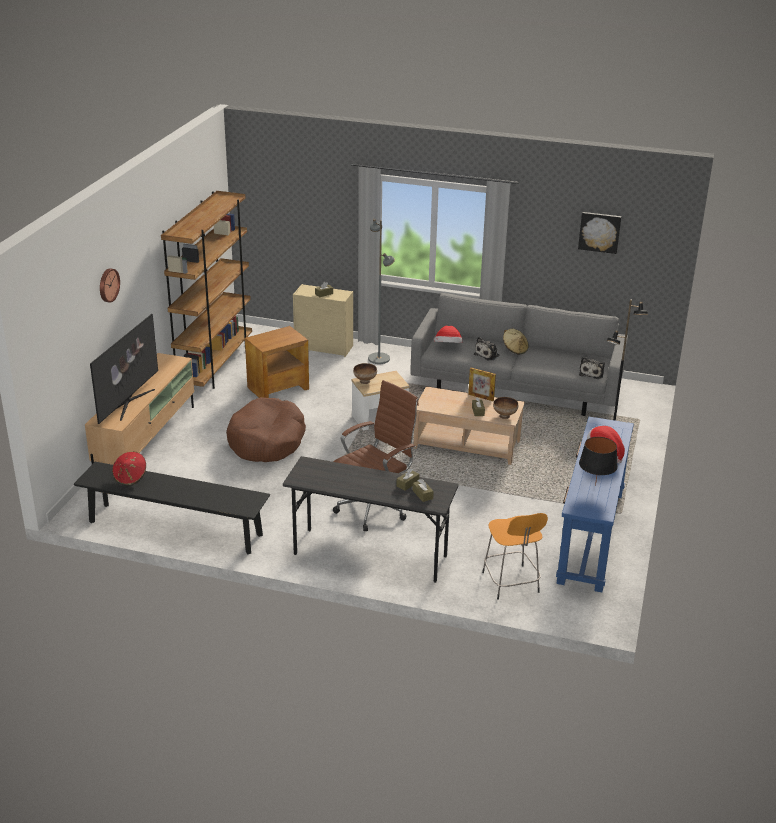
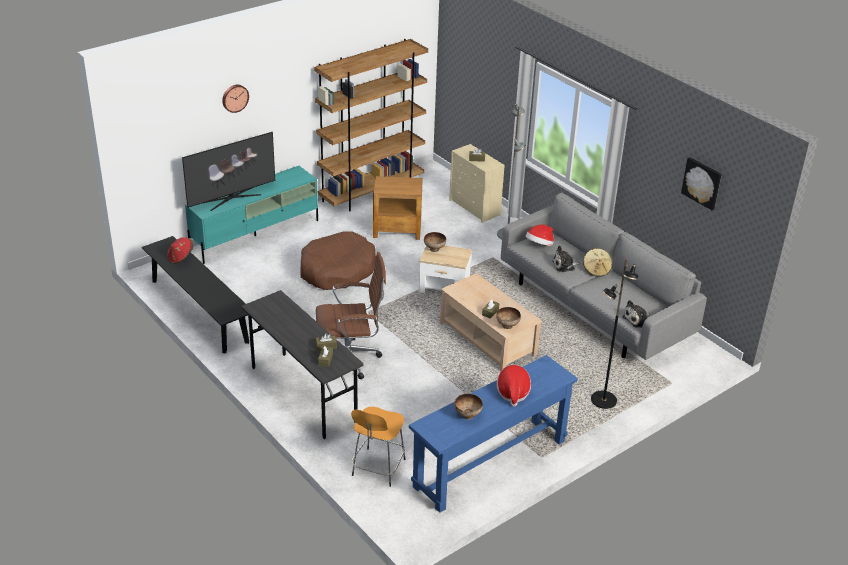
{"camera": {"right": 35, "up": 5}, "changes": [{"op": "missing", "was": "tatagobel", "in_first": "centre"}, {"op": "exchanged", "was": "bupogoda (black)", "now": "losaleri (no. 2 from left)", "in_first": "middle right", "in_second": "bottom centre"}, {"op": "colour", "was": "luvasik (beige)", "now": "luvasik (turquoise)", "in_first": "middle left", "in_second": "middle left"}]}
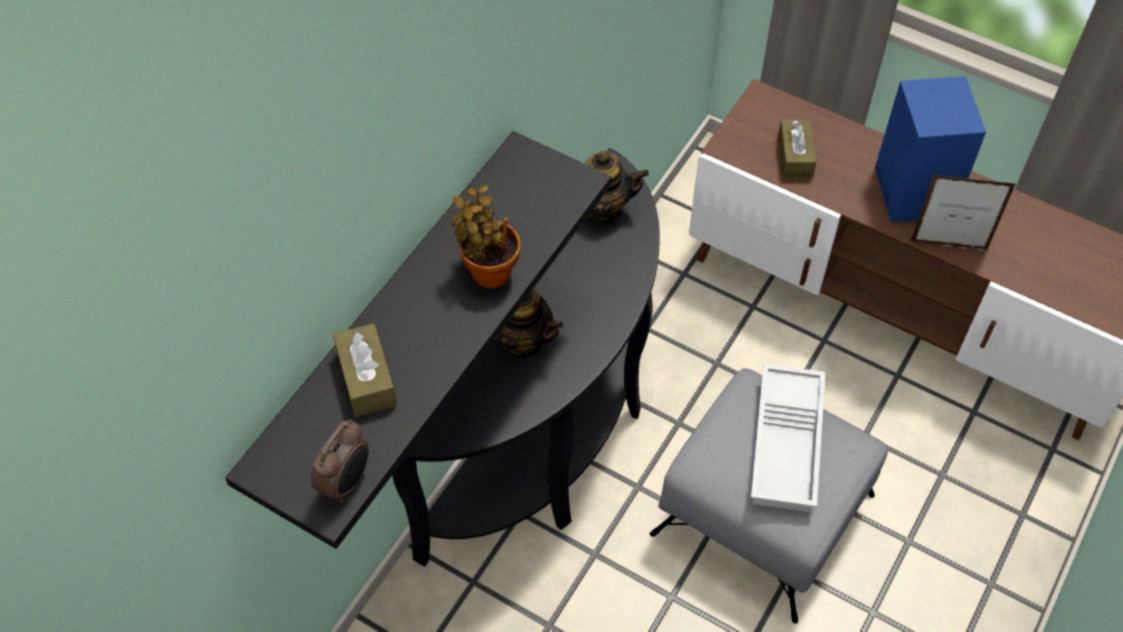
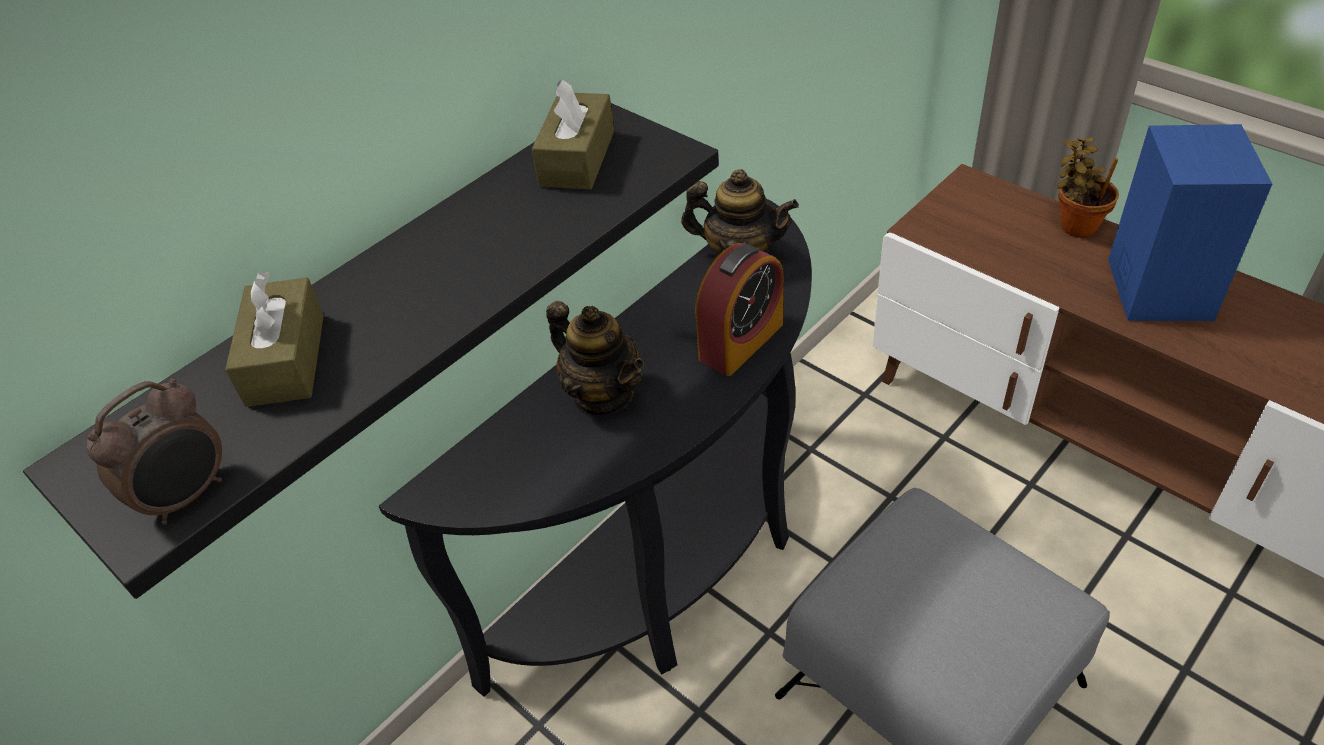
{"camera": {"right": 15, "up": -10}, "changes": [{"op": "missing", "was": "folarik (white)", "in_first": "bottom right"}, {"op": "missing", "was": "tatagobel", "in_first": "middle right"}, {"op": "appeared", "now": "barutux (no. 2 from left)", "in_second": "centre"}, {"op": "relocated", "was": "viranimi", "in_first": "centre", "in_second": "top right"}, {"op": "relocated", "was": "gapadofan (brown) (no. 2 from left)", "in_first": "top right", "in_second": "top centre"}]}
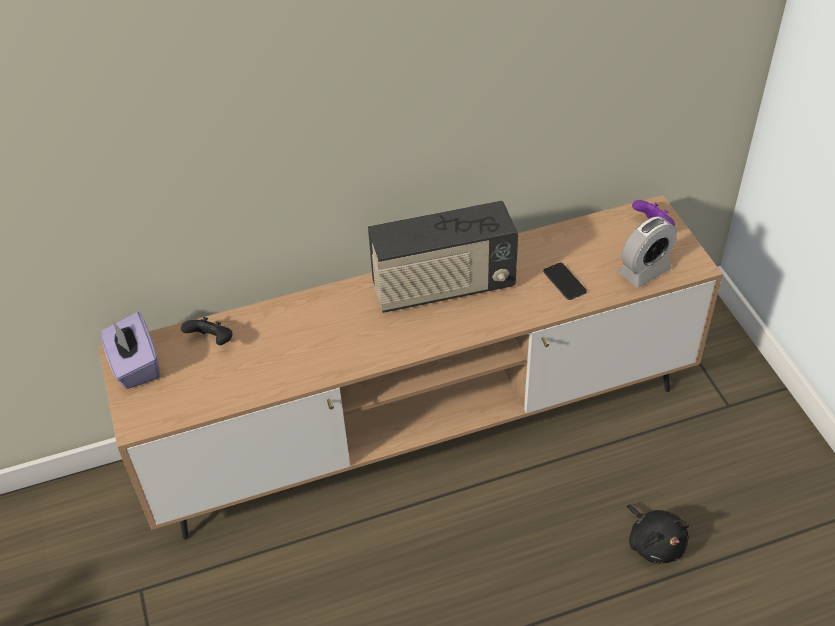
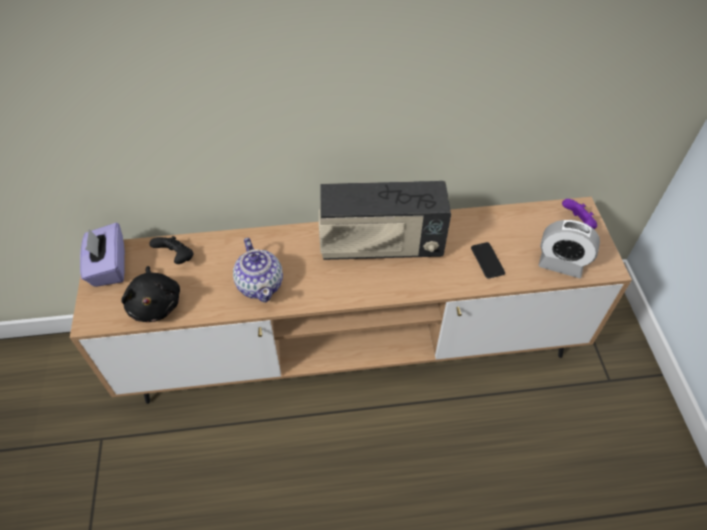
{"camera": {"right": 10, "up": 5}, "changes": [{"op": "appeared", "now": "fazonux", "in_second": "centre"}, {"op": "relocated", "was": "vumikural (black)", "in_first": "bottom right", "in_second": "middle left"}, {"op": "spun", "was": "barutux", "in_first": "middle right", "in_second": "middle right", "clockwise": 45}]}
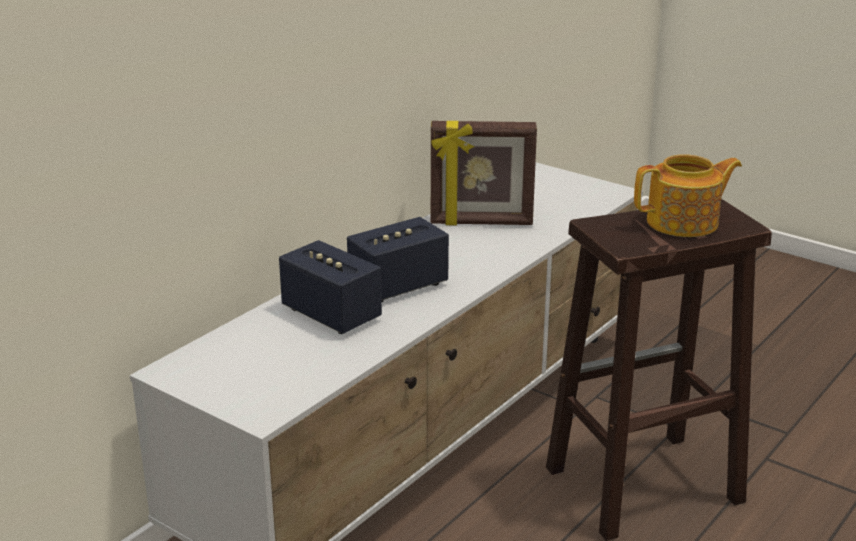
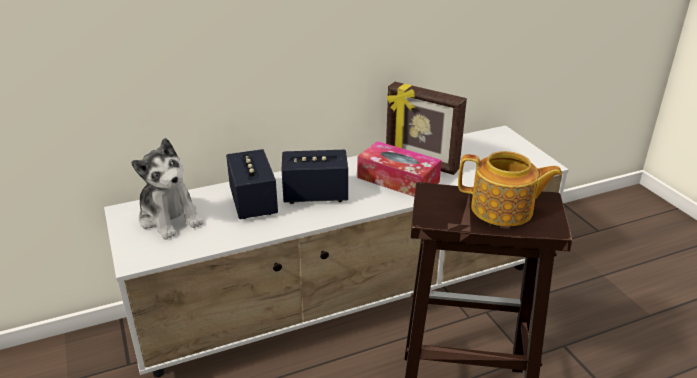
{"camera": {"right": 30, "up": 5}, "changes": [{"op": "appeared", "now": "vumikural", "in_second": "middle left"}, {"op": "appeared", "now": "gapadofan", "in_second": "centre"}]}
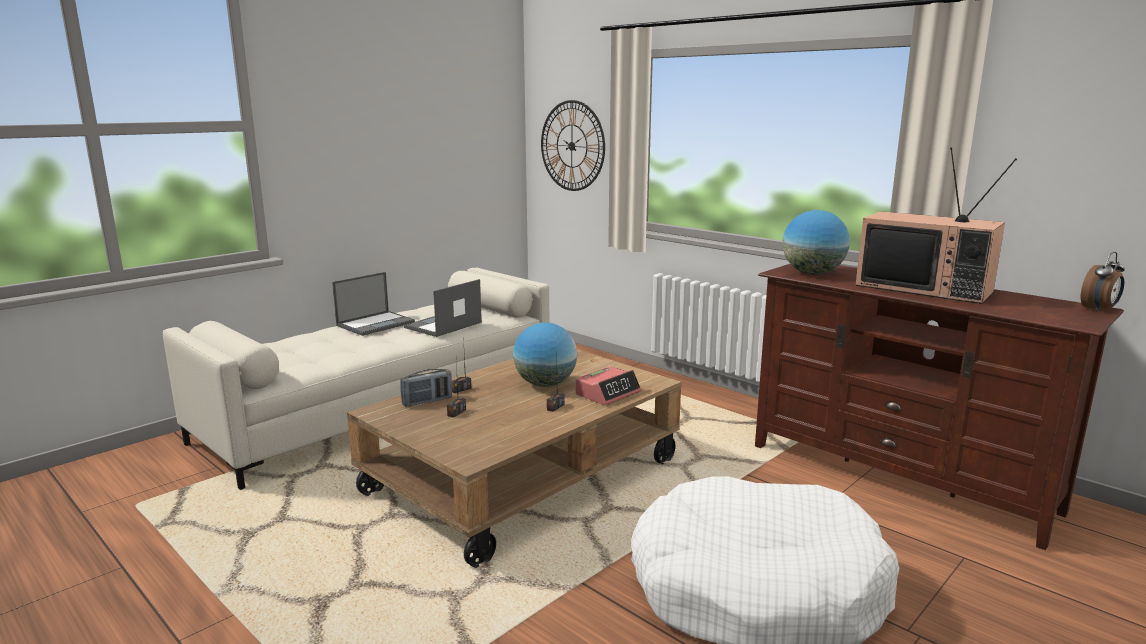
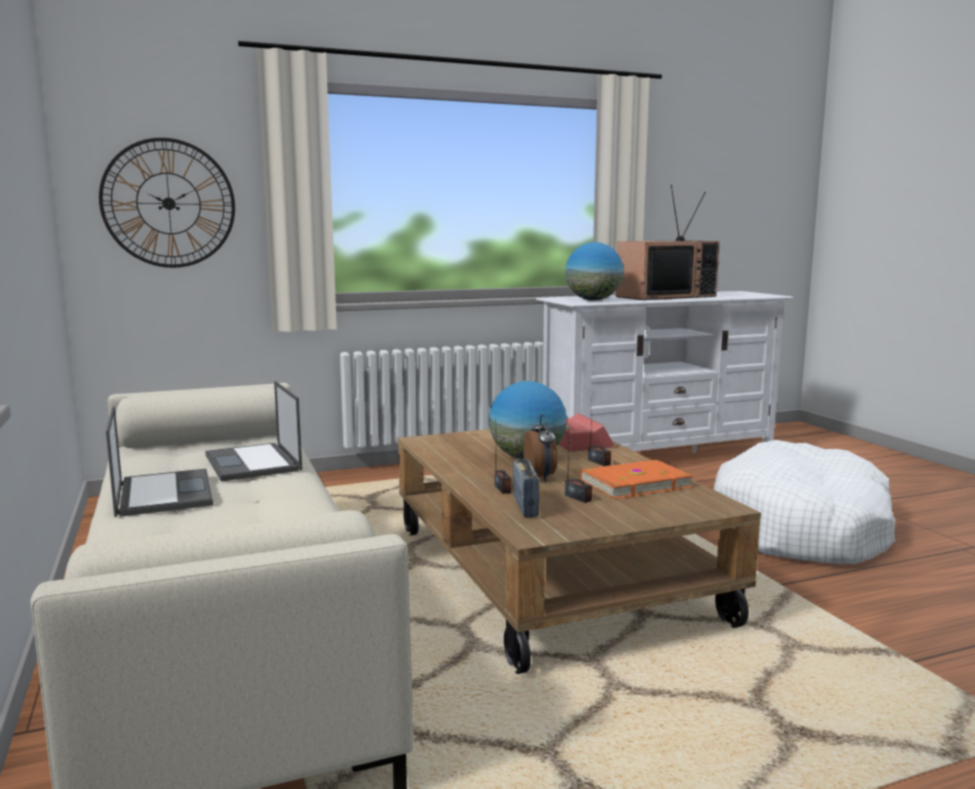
{"camera": {"right": -65, "up": -5}, "changes": [{"op": "appeared", "now": "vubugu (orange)", "in_second": "centre"}, {"op": "relocated", "was": "barutux (no. 2 from left in the first image)", "now": "barutux (no. 1 from left)", "in_first": "middle right", "in_second": "centre"}, {"op": "colour", "was": "luvasik (brown)", "now": "luvasik (white)", "in_first": "middle right", "in_second": "middle right"}]}
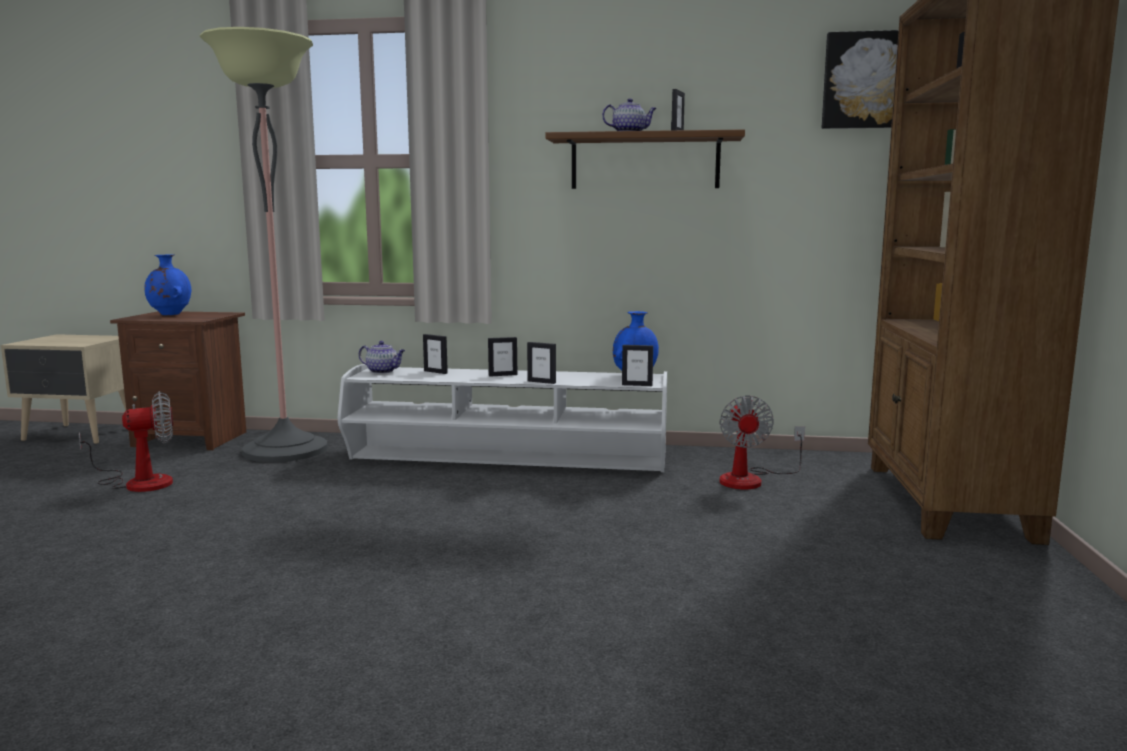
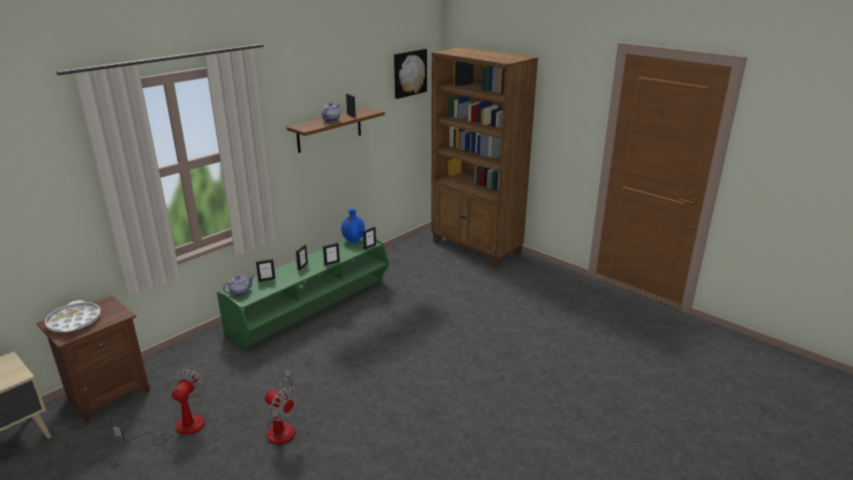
{"camera": {"right": -55, "up": 15}, "changes": [{"op": "missing", "was": "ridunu", "in_first": "top left"}, {"op": "relocated", "was": "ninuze (no. 2 from left)", "in_first": "middle right", "in_second": "bottom left"}, {"op": "exchanged", "was": "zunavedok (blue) (no. 1 from left)", "now": "folarik (white)", "in_first": "middle left", "in_second": "middle left"}, {"op": "colour", "was": "luvasik (white)", "now": "luvasik (green)", "in_first": "centre", "in_second": "centre"}]}
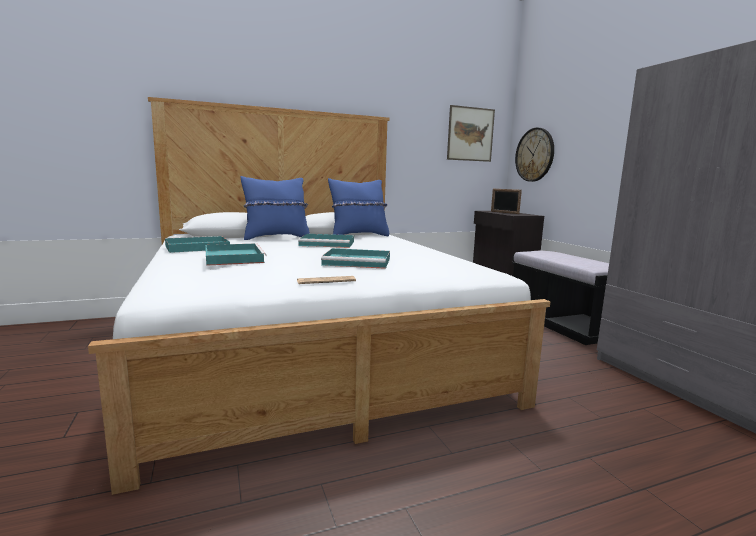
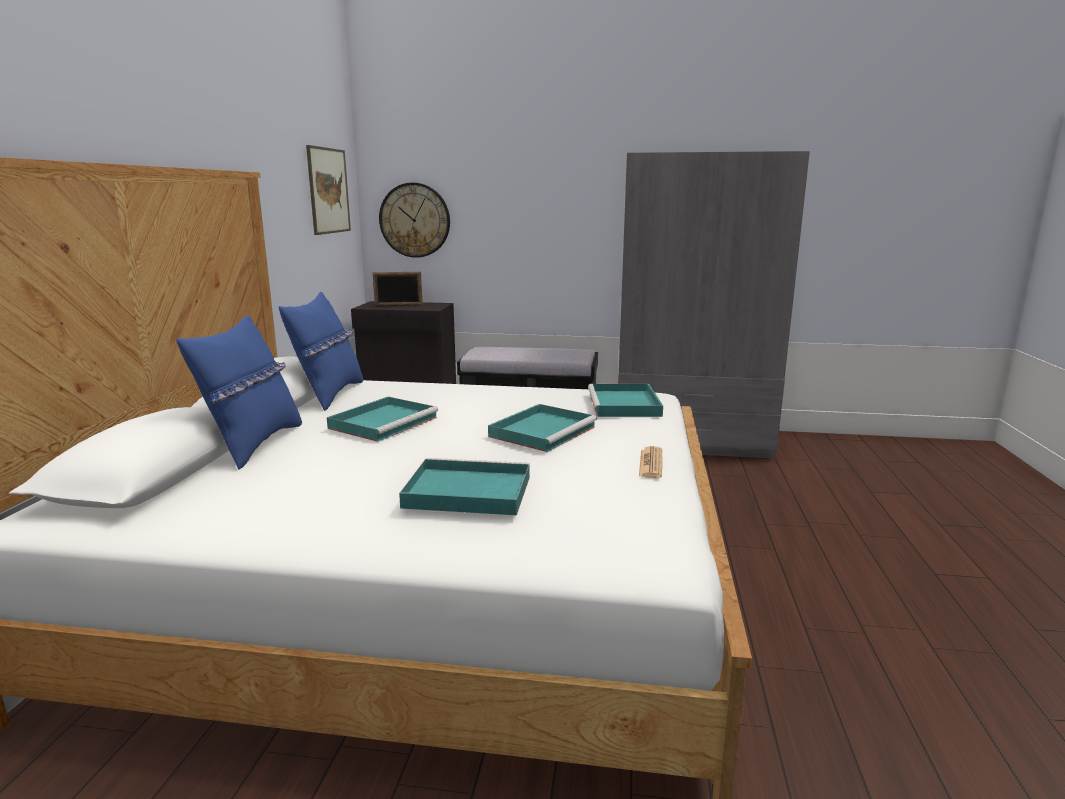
{"camera": {"right": -60, "up": 5}, "changes": [{"op": "relocated", "was": "folarik (turquoise) (no. 1 from left in the first image)", "now": "folarik (turquoise) (no. 4 from left)", "in_first": "middle left", "in_second": "centre"}]}
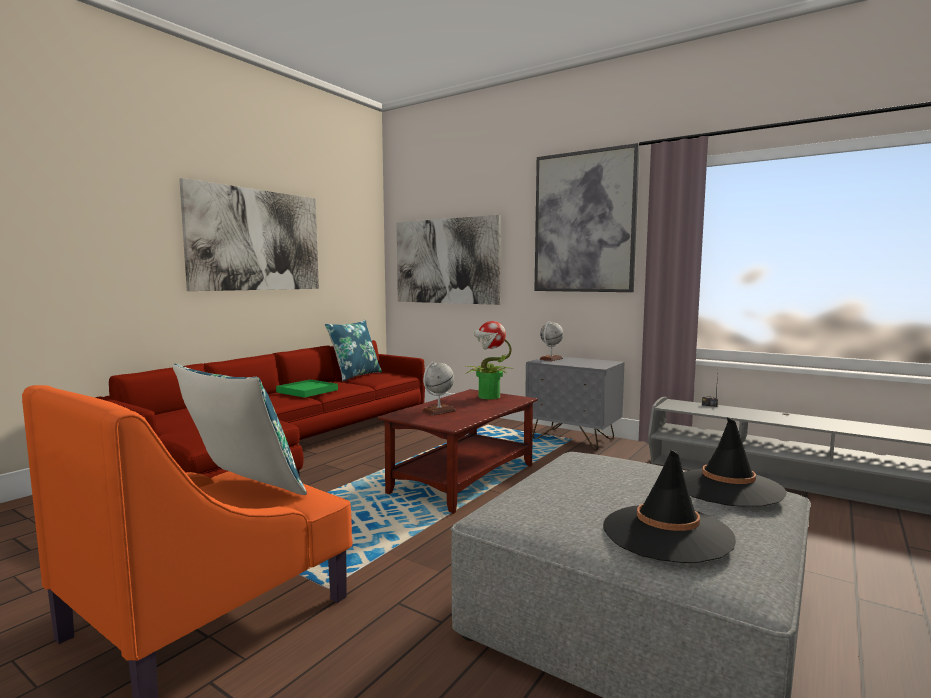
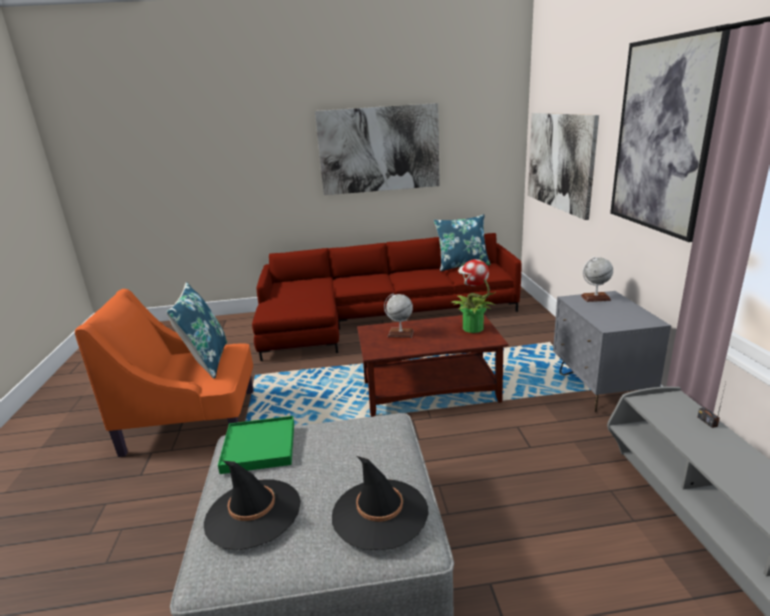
{"camera": {"right": 50, "up": 15}, "changes": [{"op": "relocated", "was": "folarik (green)", "in_first": "middle left", "in_second": "bottom left"}]}
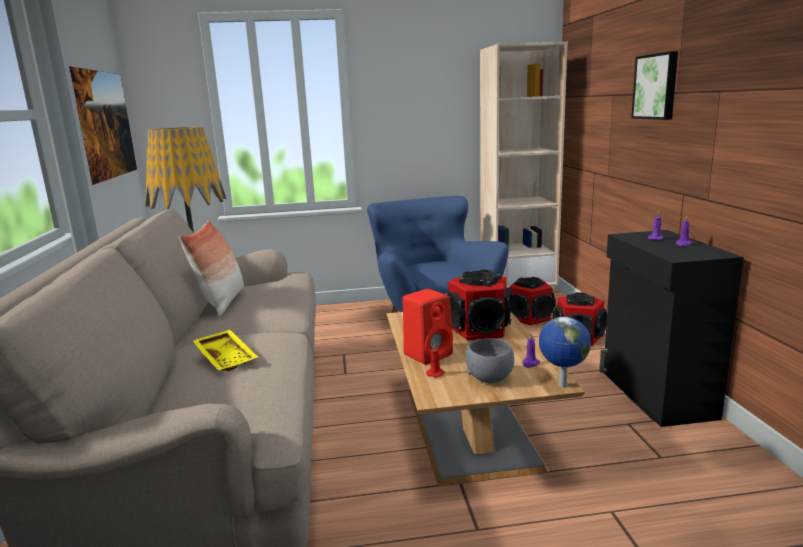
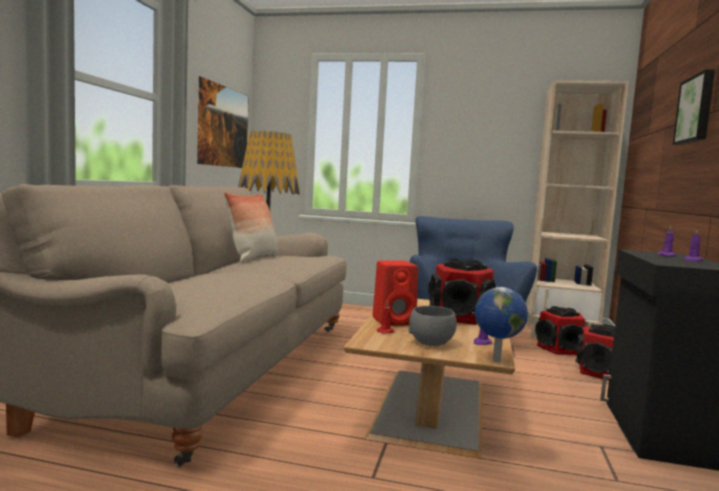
{"camera": {"right": 20, "up": -10}, "changes": [{"op": "missing", "was": "folarik (yellow)", "in_first": "middle left"}]}
